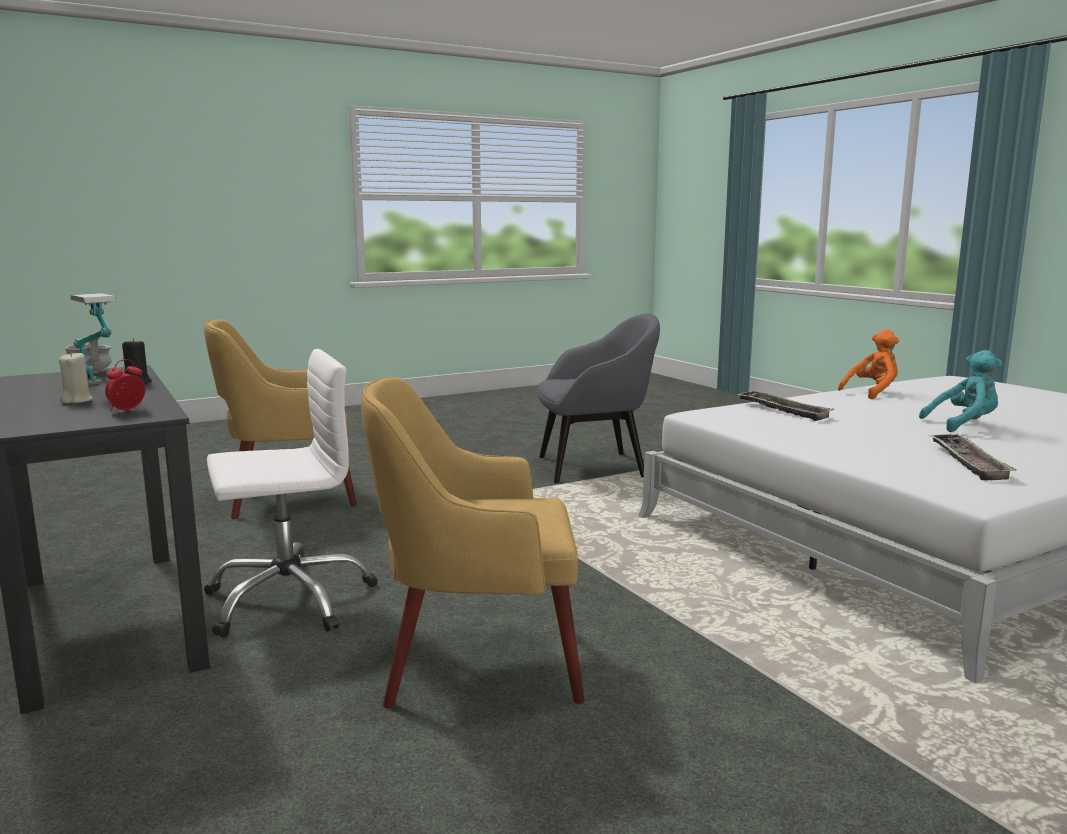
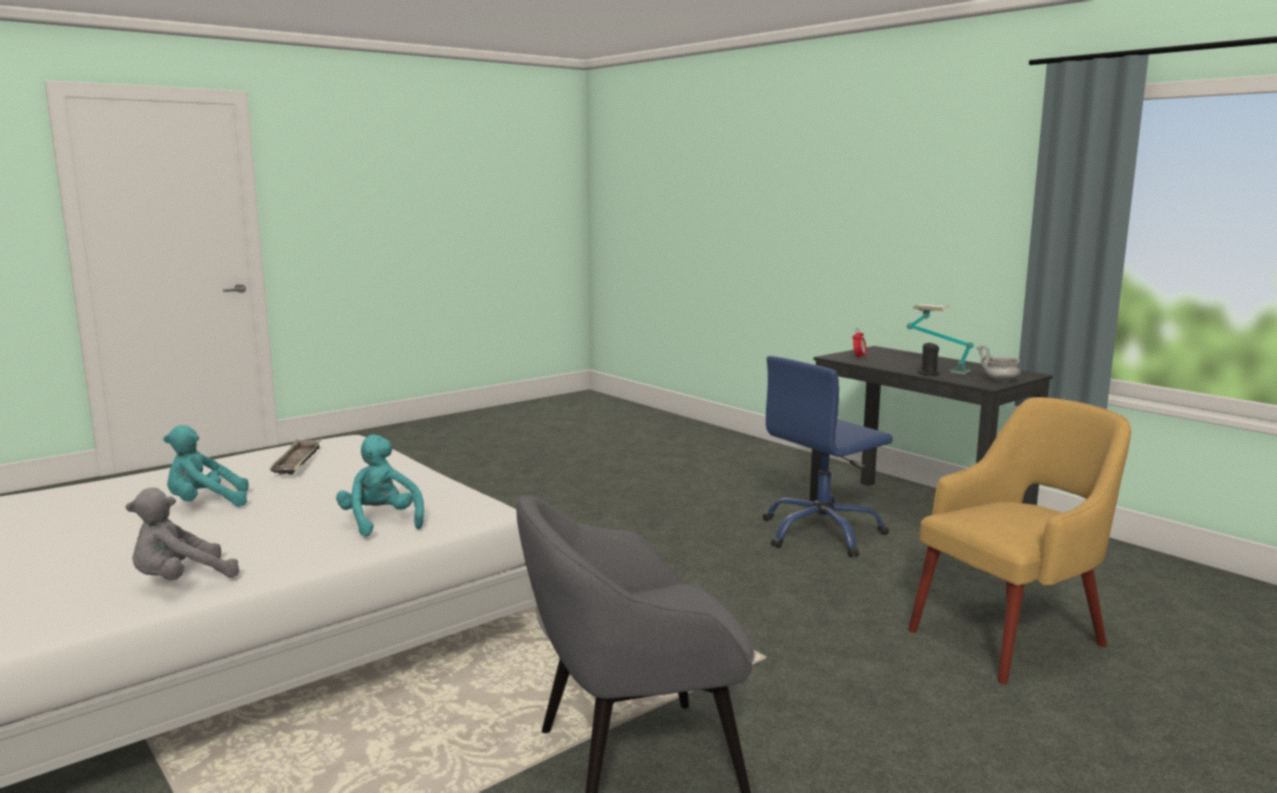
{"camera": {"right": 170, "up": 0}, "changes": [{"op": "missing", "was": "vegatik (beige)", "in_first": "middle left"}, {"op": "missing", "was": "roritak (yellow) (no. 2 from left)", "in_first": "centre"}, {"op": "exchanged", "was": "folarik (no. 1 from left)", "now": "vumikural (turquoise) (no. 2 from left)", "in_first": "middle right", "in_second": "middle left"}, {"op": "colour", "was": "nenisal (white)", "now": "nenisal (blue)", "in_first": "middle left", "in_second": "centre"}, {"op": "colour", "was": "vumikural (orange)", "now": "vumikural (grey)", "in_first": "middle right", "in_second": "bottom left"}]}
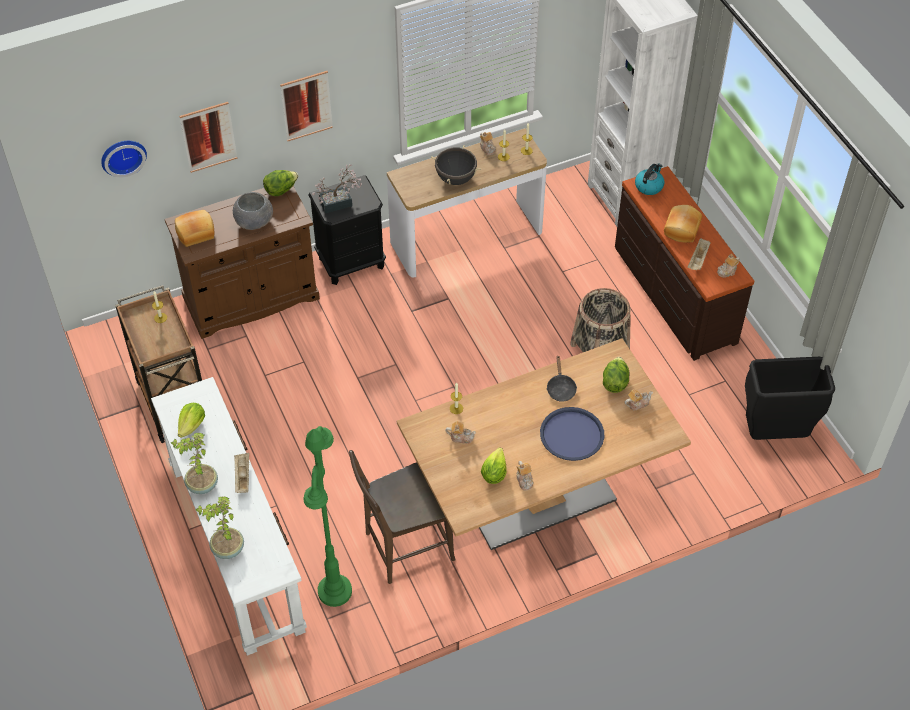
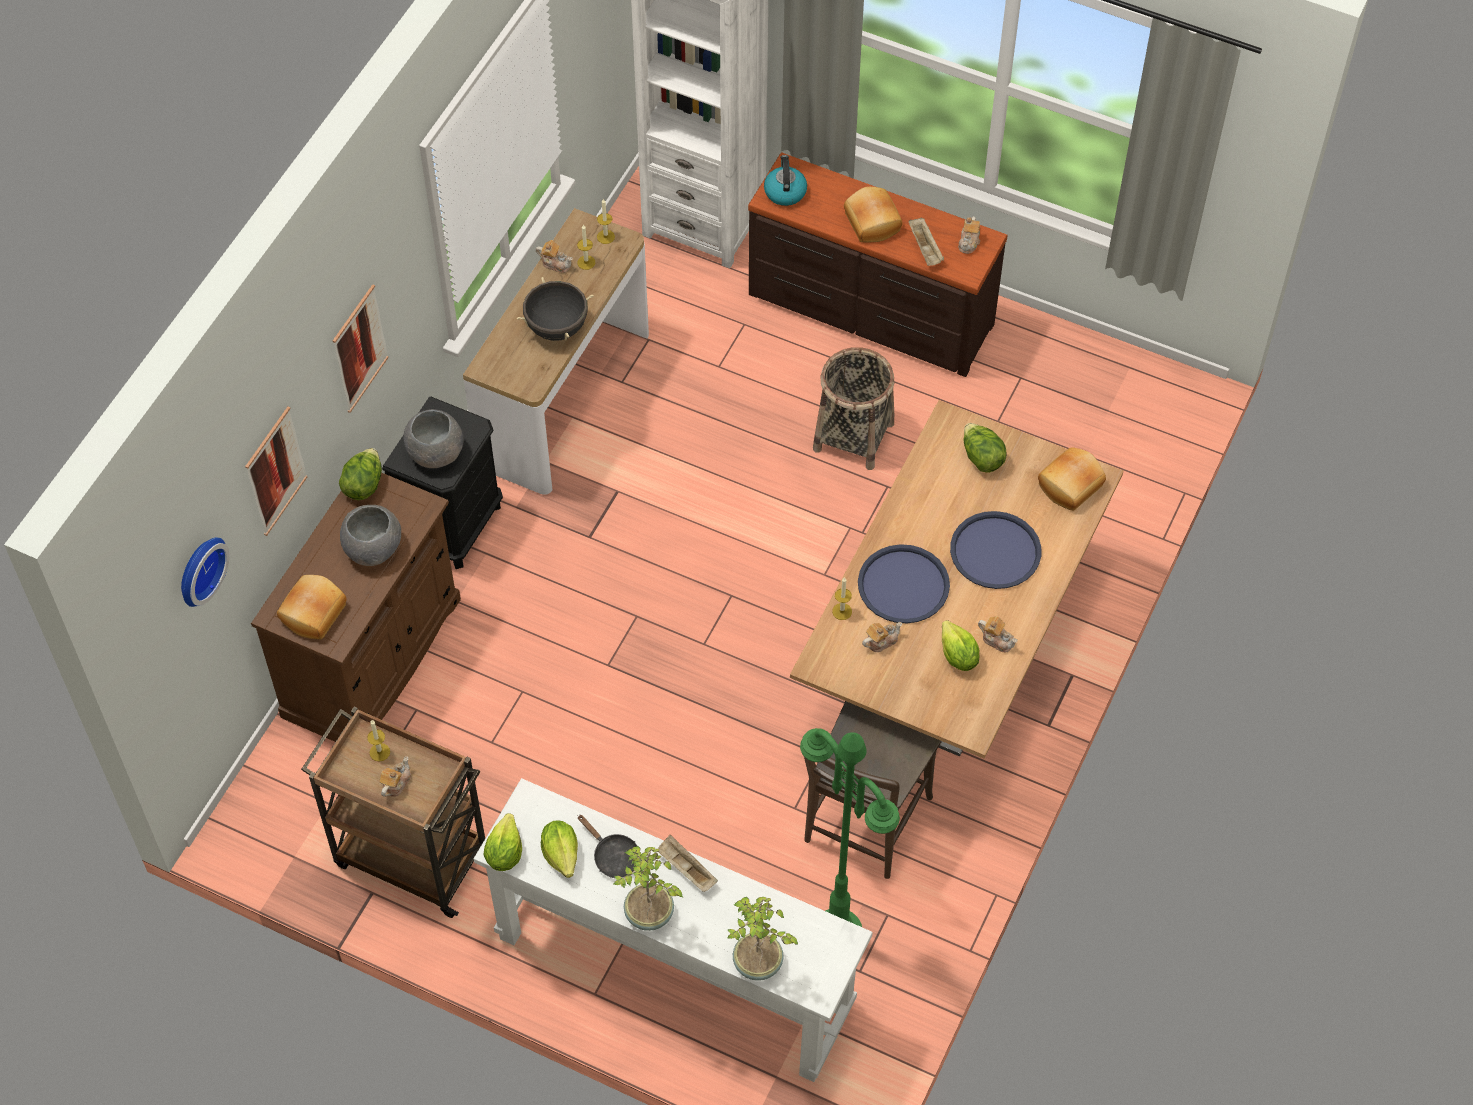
{"camera": {"right": -40, "up": 5}, "changes": [{"op": "missing", "was": "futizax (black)", "in_first": "middle right"}, {"op": "appeared", "now": "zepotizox (no. 2 from left)", "in_second": "bottom centre"}, {"op": "appeared", "now": "folarik (blue) (no. 1 from left)", "in_second": "centre"}, {"op": "appeared", "now": "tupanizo (no. 3 from left)", "in_second": "middle right"}, {"op": "relocated", "was": "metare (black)", "in_first": "centre", "in_second": "bottom centre"}, {"op": "relocated", "was": "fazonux (no. 4 from left in the first image)", "now": "fazonux (no. 1 from left)", "in_first": "middle right", "in_second": "bottom left"}, {"op": "exchanged", "was": "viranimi (no. 3 from left)", "now": "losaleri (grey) (no. 2 from left)", "in_first": "top centre", "in_second": "middle left"}]}
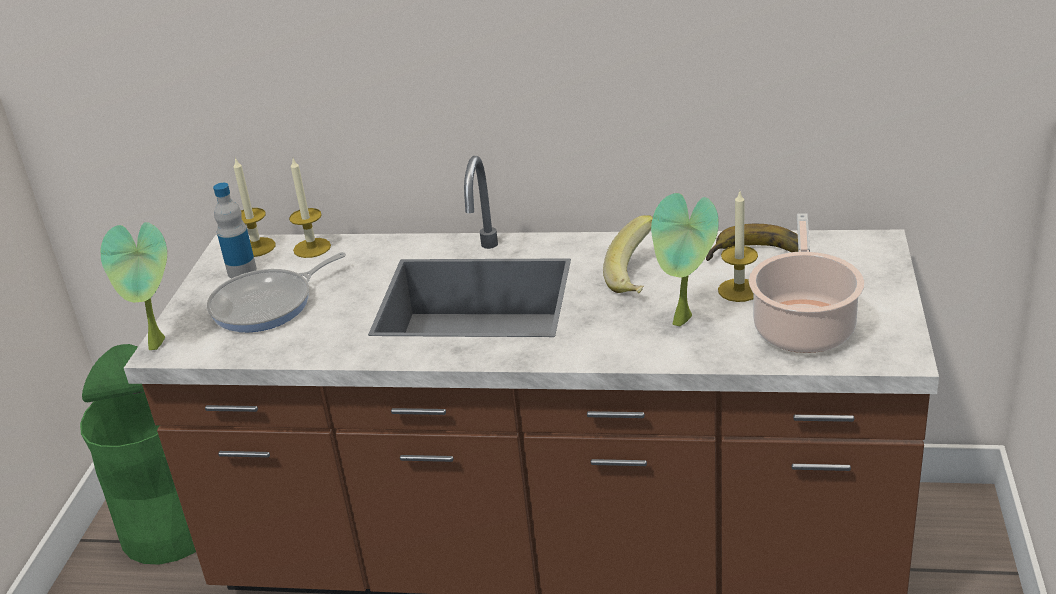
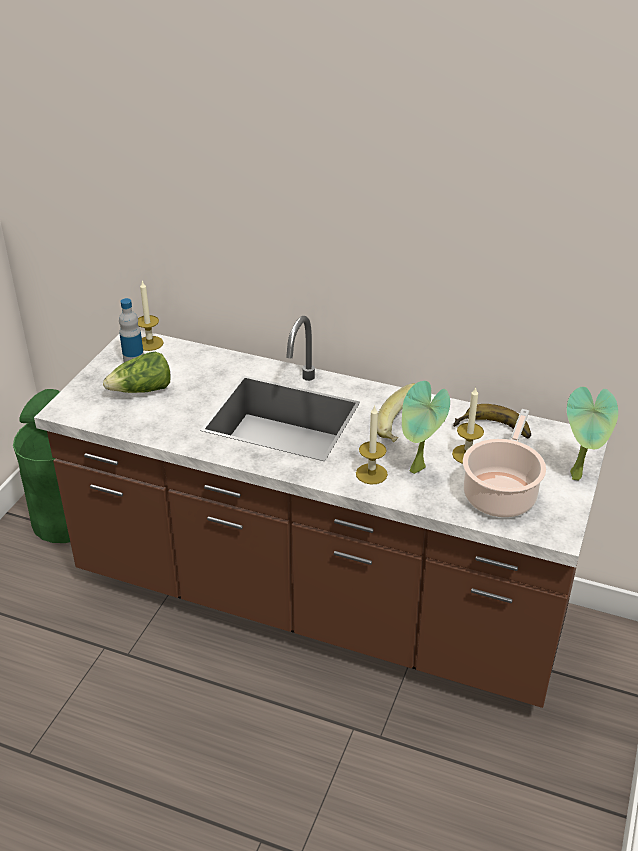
{"camera": {"right": 10, "up": 5}, "changes": [{"op": "relocated", "was": "viranimi (no. 1 from left in the first image)", "now": "viranimi (no. 2 from left)", "in_first": "middle left", "in_second": "middle right"}, {"op": "relocated", "was": "vegatik (no. 2 from left)", "in_first": "middle left", "in_second": "centre"}, {"op": "exchanged", "was": "metare", "now": "zepotizox", "in_first": "middle left", "in_second": "middle left"}]}
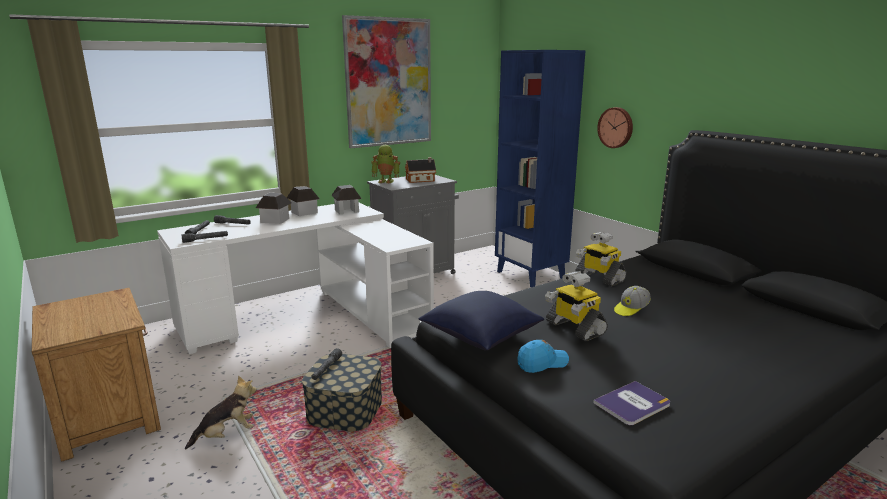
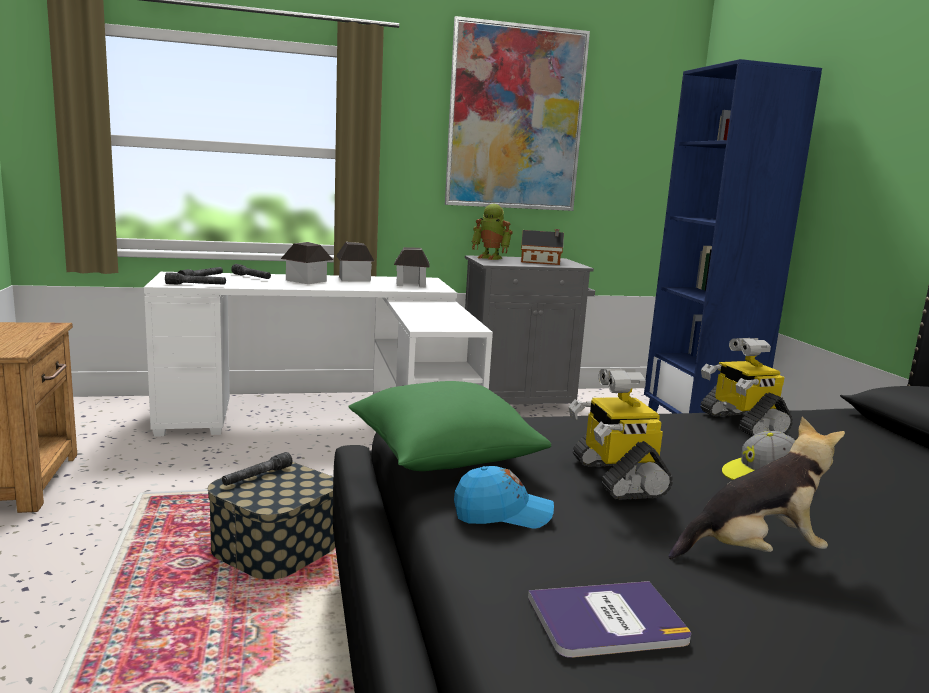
{"camera": {"right": 20, "up": -5}, "changes": [{"op": "missing", "was": "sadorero", "in_first": "top right"}, {"op": "relocated", "was": "vumikural", "in_first": "bottom left", "in_second": "bottom right"}, {"op": "colour", "was": "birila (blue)", "now": "birila (green)", "in_first": "centre", "in_second": "centre"}]}
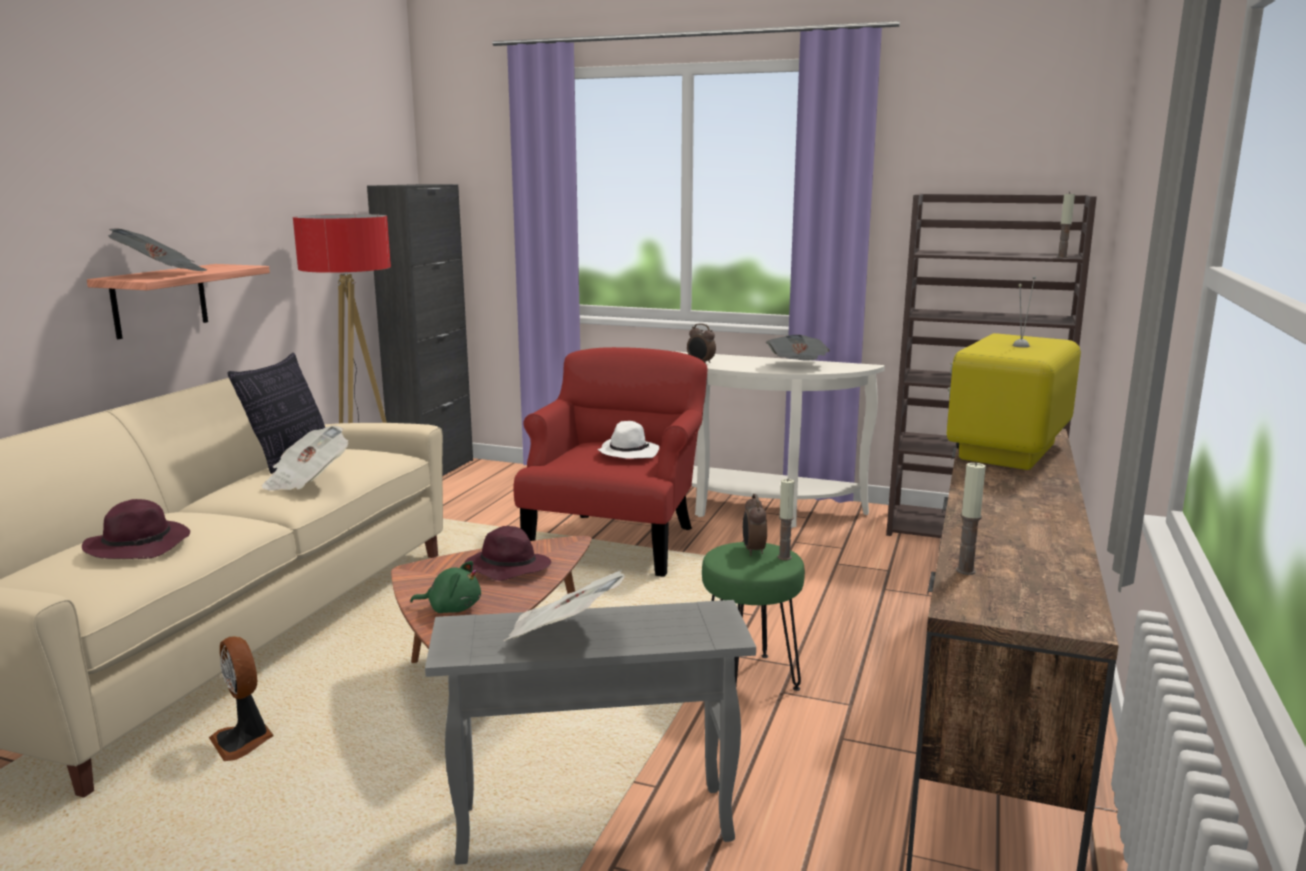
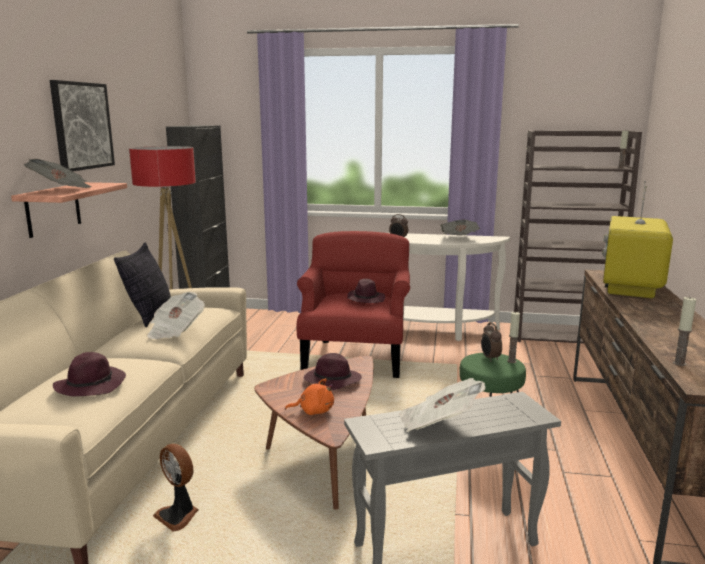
{"camera": {"right": -10, "up": 0}, "changes": [{"op": "appeared", "now": "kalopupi", "in_second": "top left"}, {"op": "colour", "was": "vumikural (green)", "now": "vumikural (orange)", "in_first": "bottom centre", "in_second": "bottom centre"}, {"op": "colour", "was": "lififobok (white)", "now": "lififobok (purple) (no. 3 from left)", "in_first": "centre", "in_second": "centre"}]}
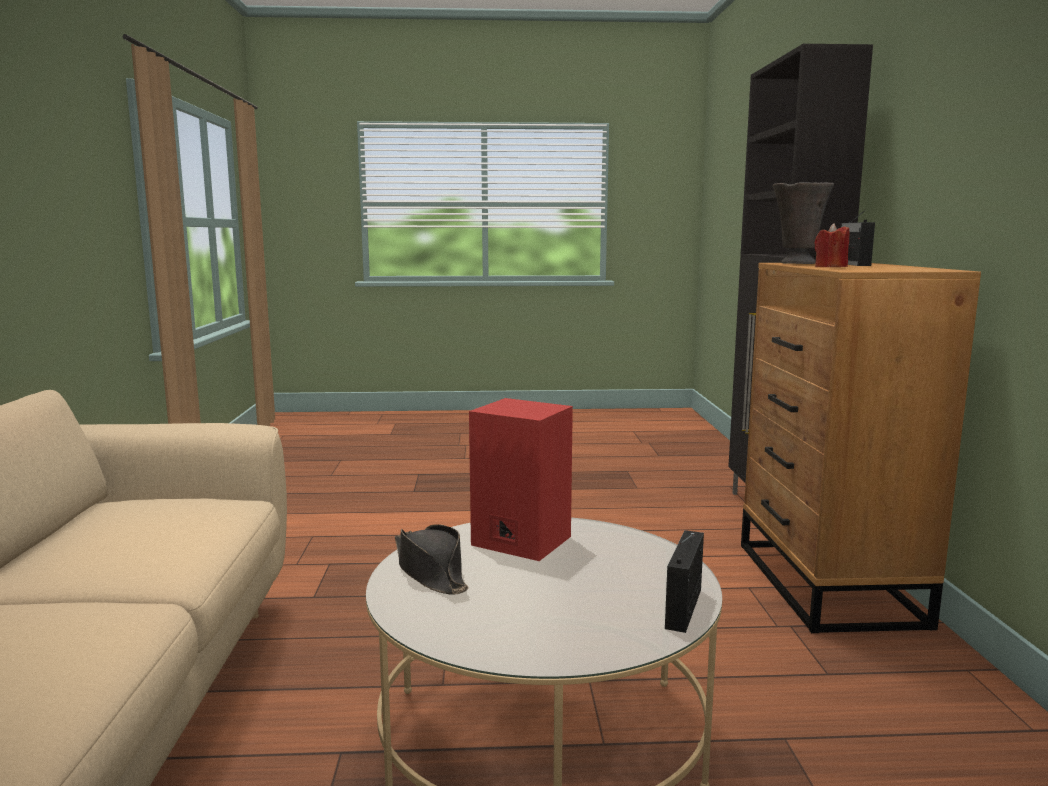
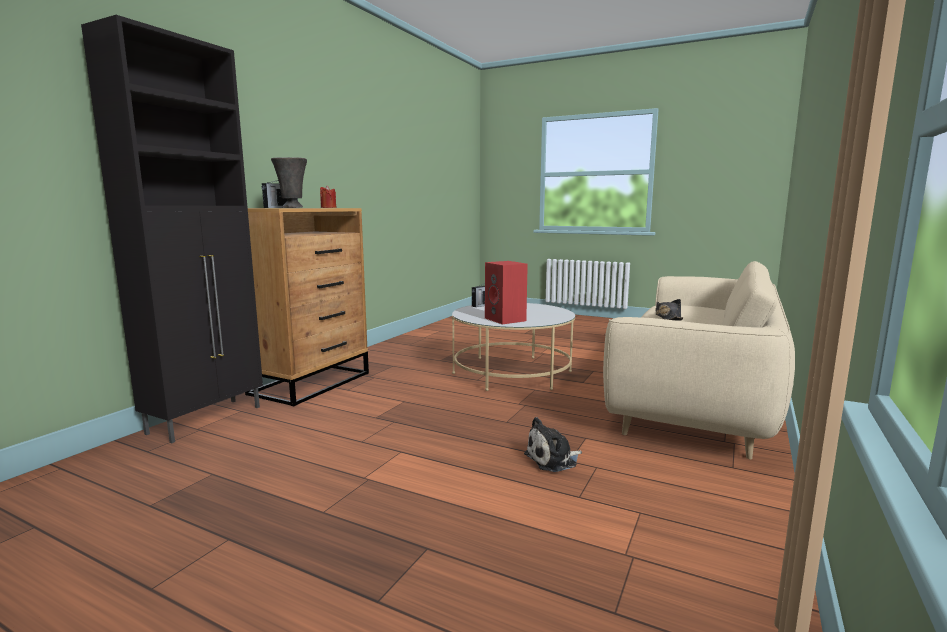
{"camera": {"right": -150, "up": 0}, "changes": [{"op": "appeared", "now": "vumikural", "in_second": "bottom centre"}, {"op": "relocated", "was": "lififobok (black)", "in_first": "bottom centre", "in_second": "middle right"}]}
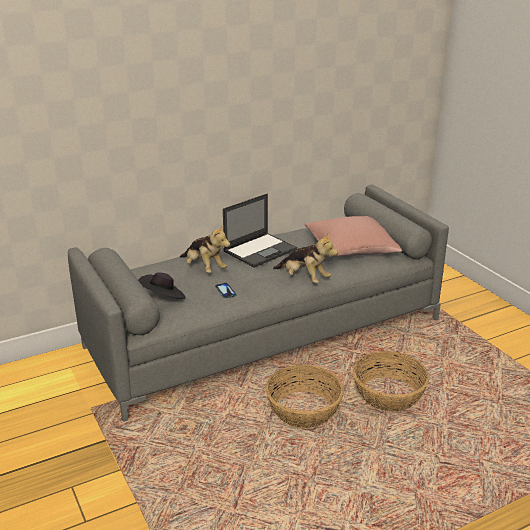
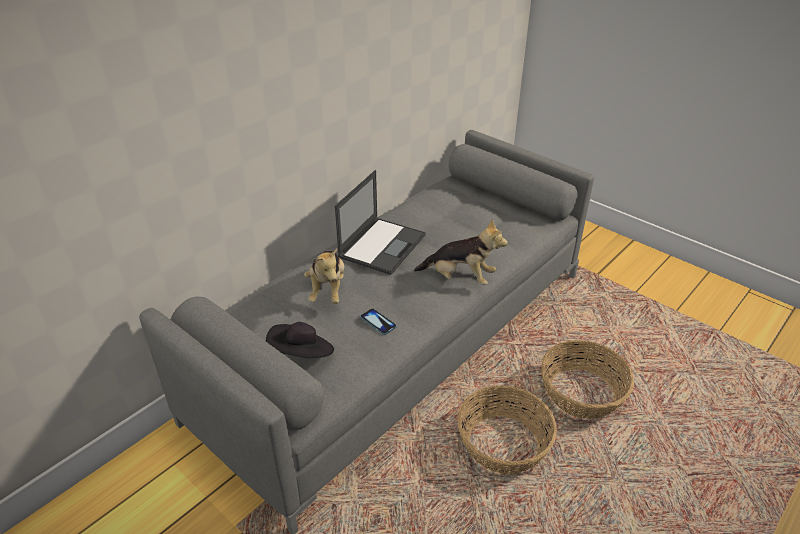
{"camera": {"right": -20, "up": 10}, "changes": [{"op": "missing", "was": "birila (pink)", "in_first": "centre"}, {"op": "spun", "was": "vumikural (no. 1 from left)", "in_first": "centre", "in_second": "centre", "clockwise": 60}]}
